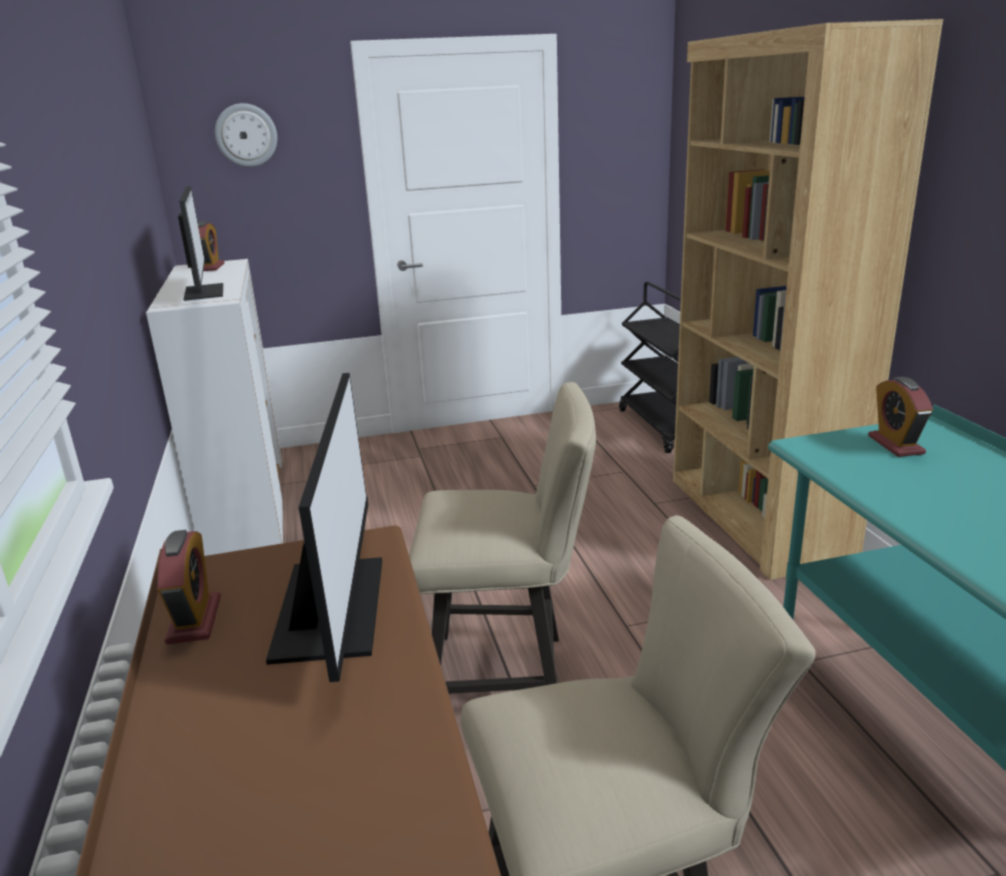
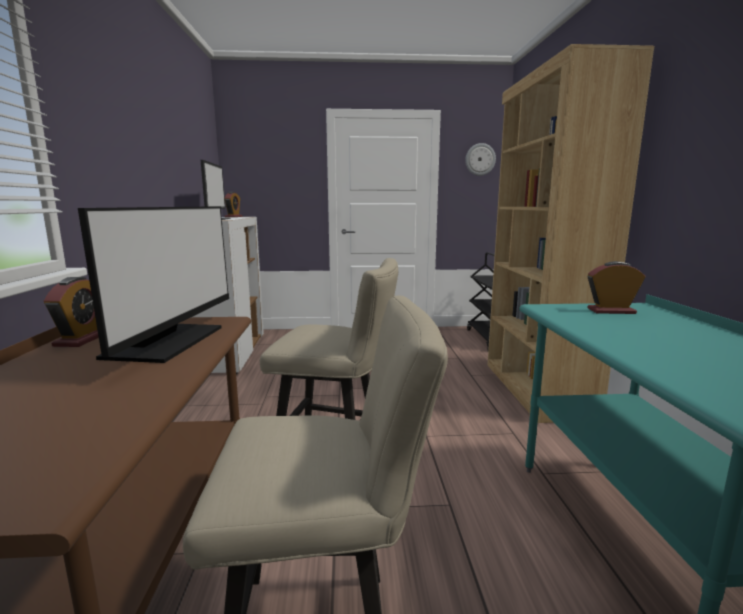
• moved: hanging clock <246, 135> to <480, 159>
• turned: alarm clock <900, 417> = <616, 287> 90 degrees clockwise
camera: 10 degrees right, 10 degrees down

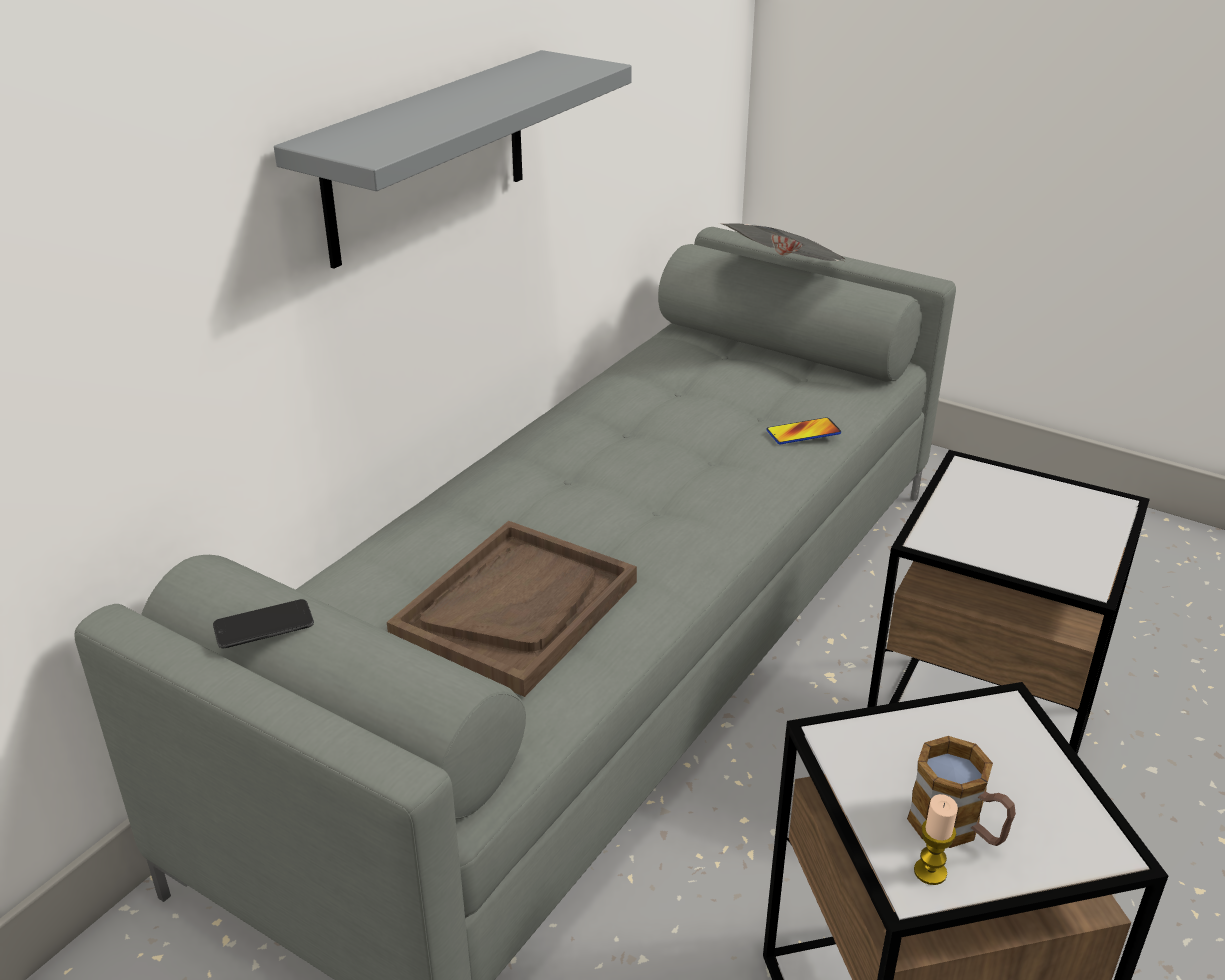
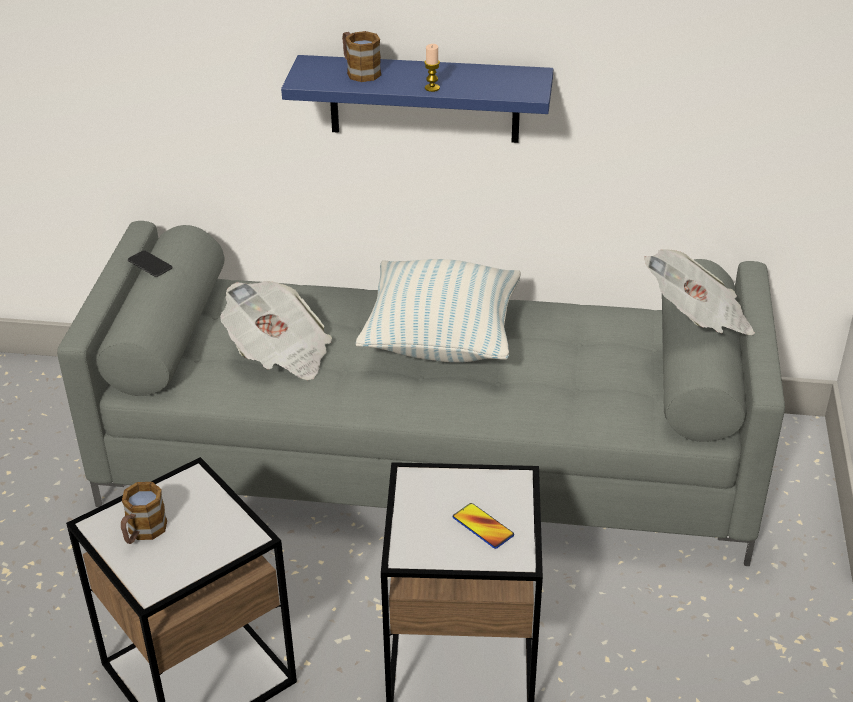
• recoloured: wall shelf in grey <453, 159> to wall shelf in blue <417, 99>
• replaced: serving tray in brownish <512, 609> to printed paper <276, 330>
• moved: telephone <803, 430> to <483, 526>
• moved: candle <936, 839> to <432, 68>
• added: mug <361, 56>
• added: throw pillow <438, 311>
camera: 65 degrees right, 5 degrees up

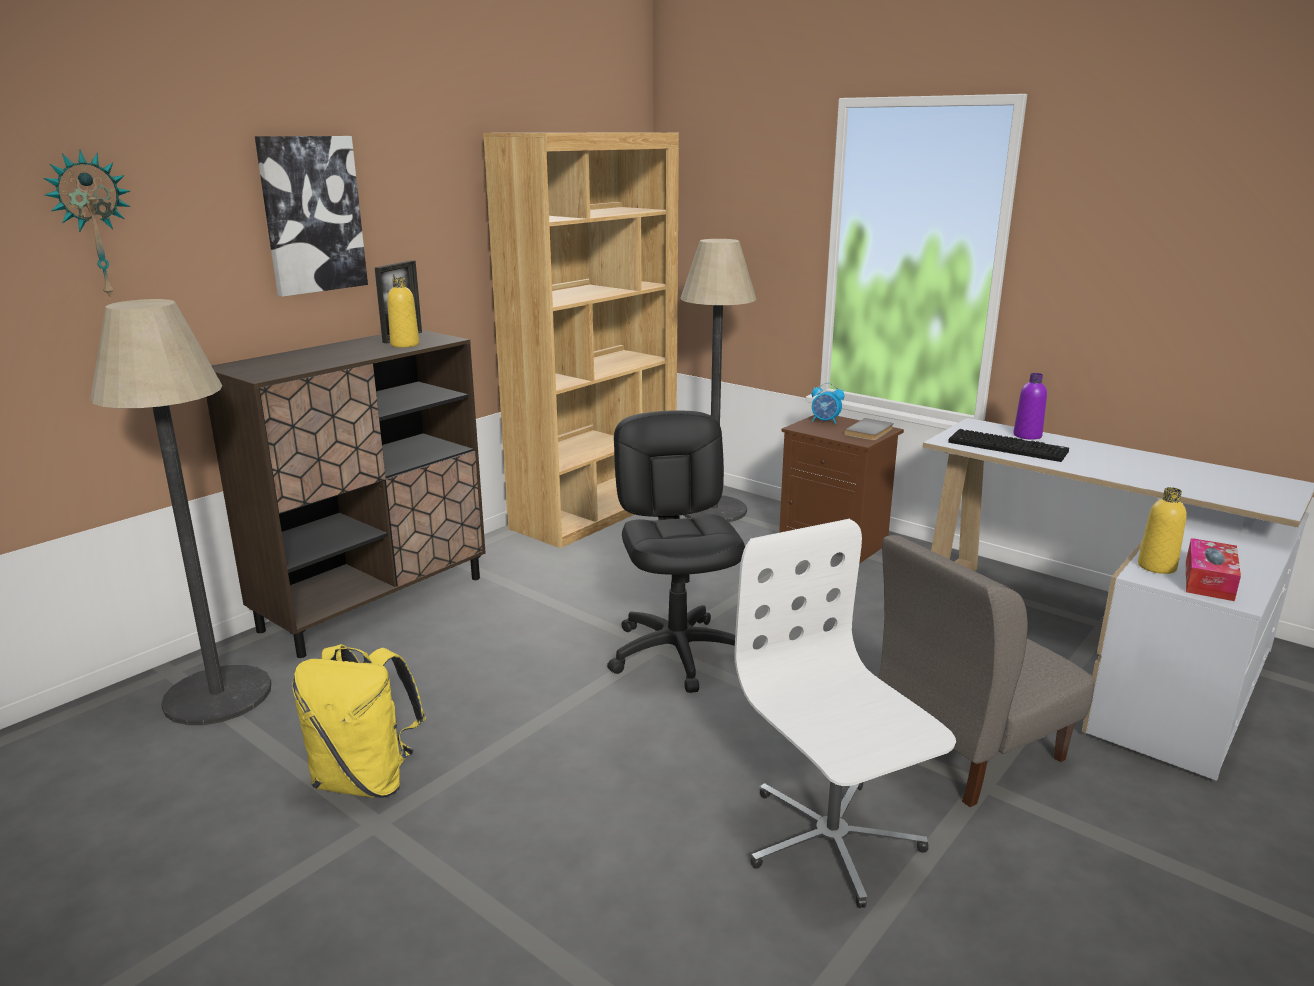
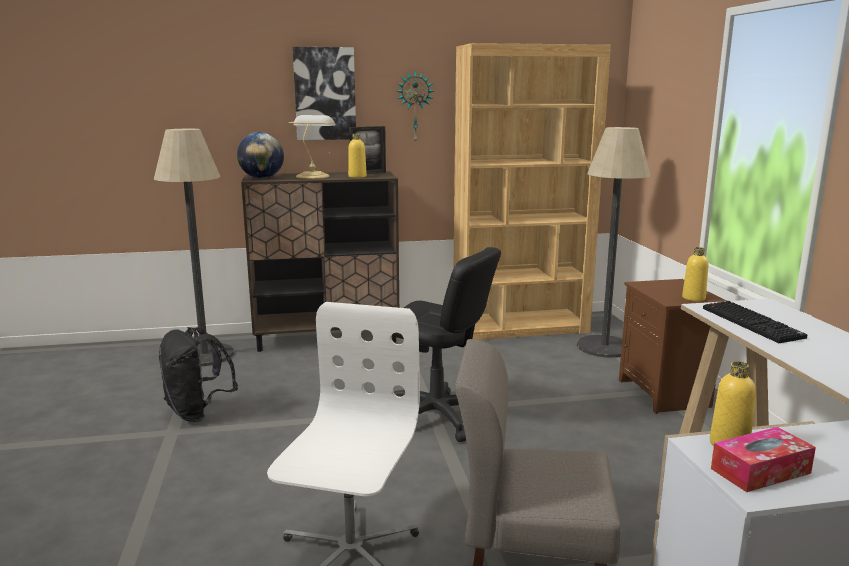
• moved: hanging clock <87, 224> to <415, 107>
• recoloured: rucksack in yellowish <359, 721> to rucksack in black <198, 374>
• turned: computer chair in black <676, 551> = <446, 344> 90 degrees clockwise
• removed: alarm clock <828, 403>
• replaced: bound book in grey <869, 429> to bottle in yellowish <695, 274>
• removed: bottle in purple <1030, 406>
• added: globe <260, 155>
• added: lamp for a table <312, 147>
camera: 40 degrees right, 5 degrees down

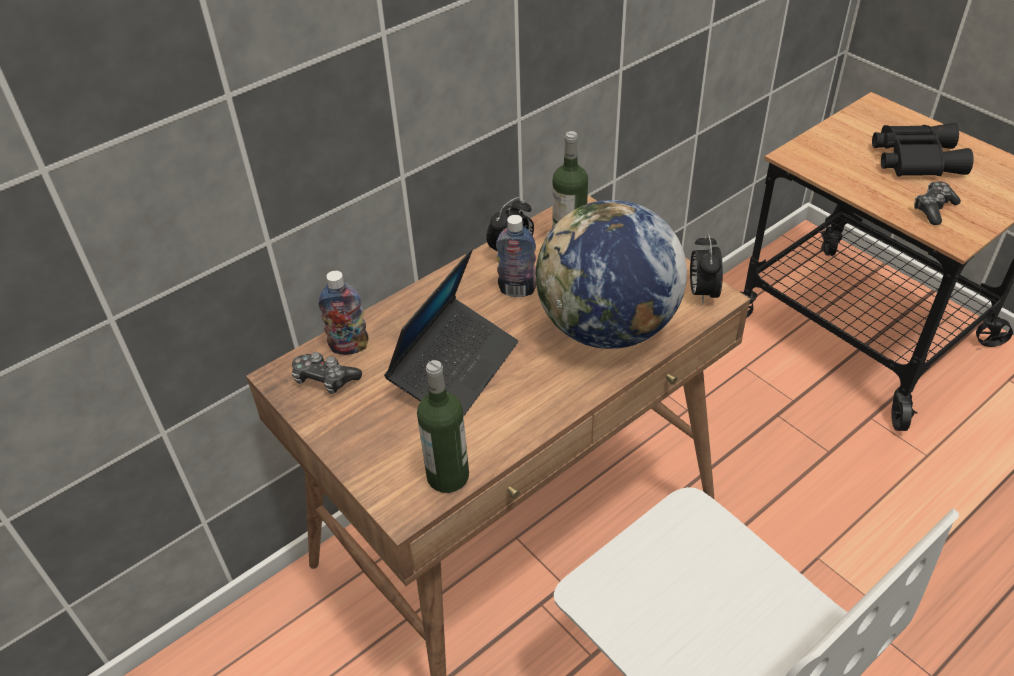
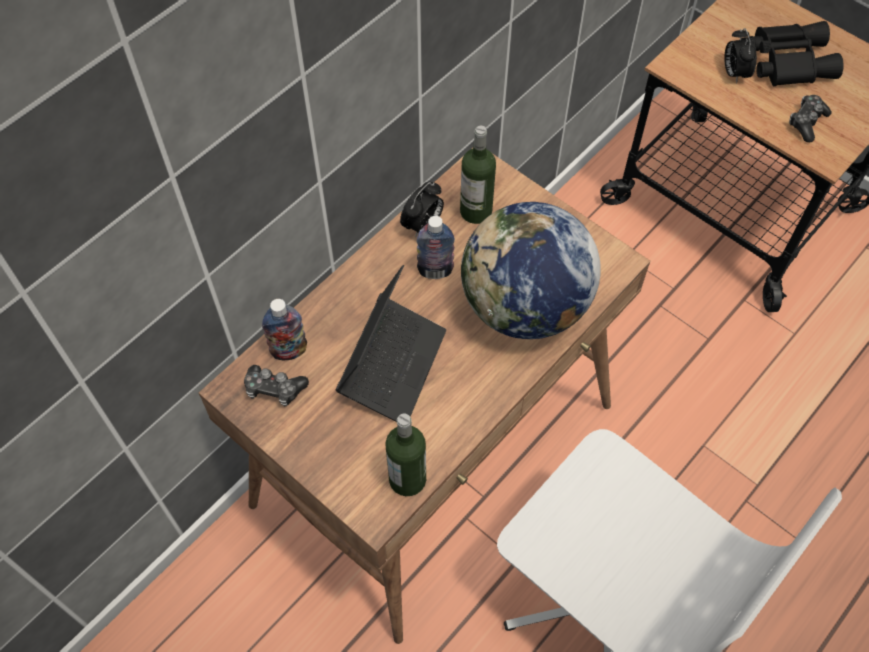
• moved: alarm clock <706, 269> to <740, 56>
camera: 10 degrees left, 15 degrees up

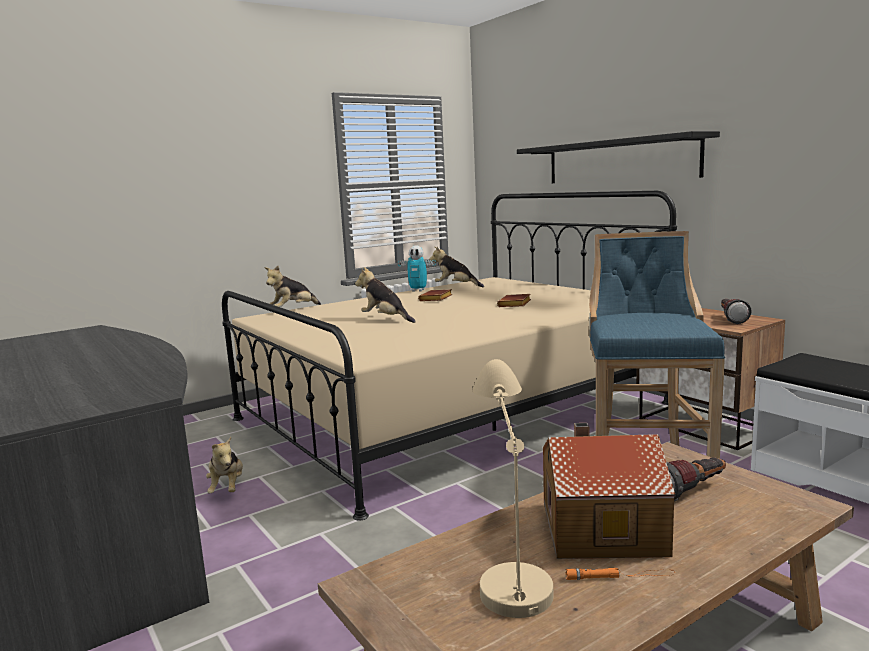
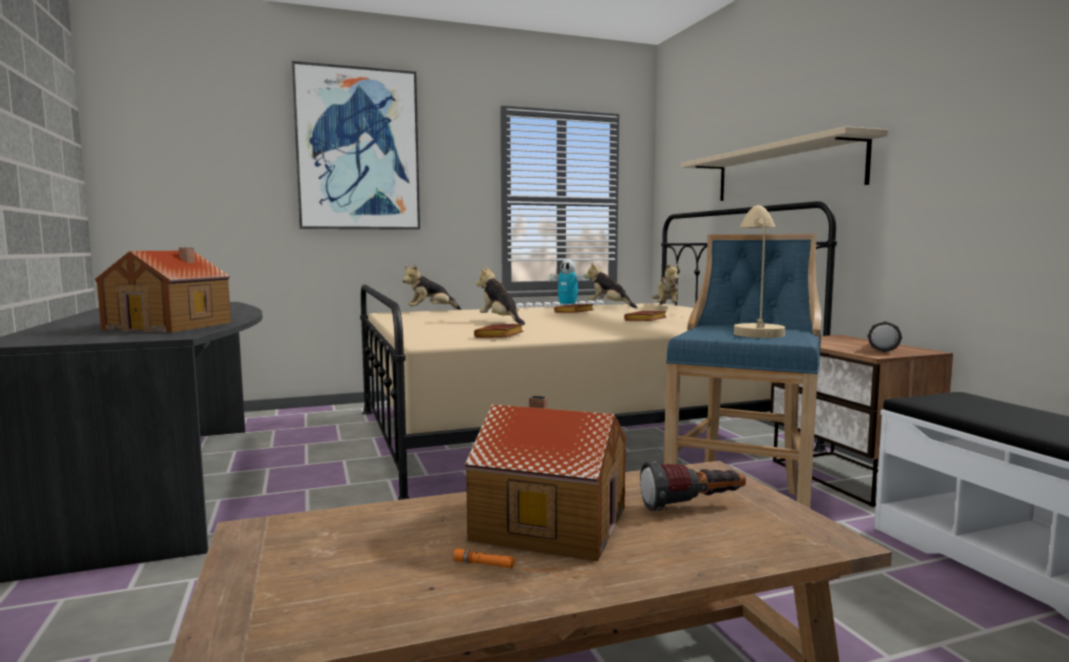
• moved: soft toy <224, 465> to <665, 283>
• moved: lamp for a table in sand-coloured <512, 488> to <759, 271>
• recoloured: wall shelf in black <618, 157> to wall shelf in sand-coloured <784, 163>
• added: miniature house <163, 290>
• added: wall art <356, 145>
• added: bound book in brownish <499, 331>
camera: 15 degrees right, 5 degrees down

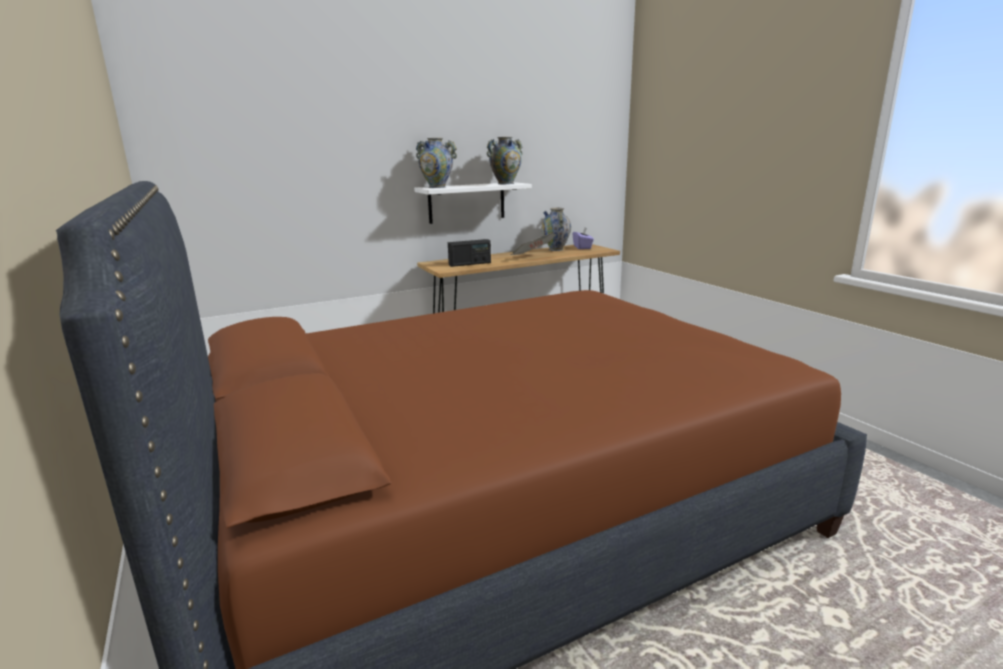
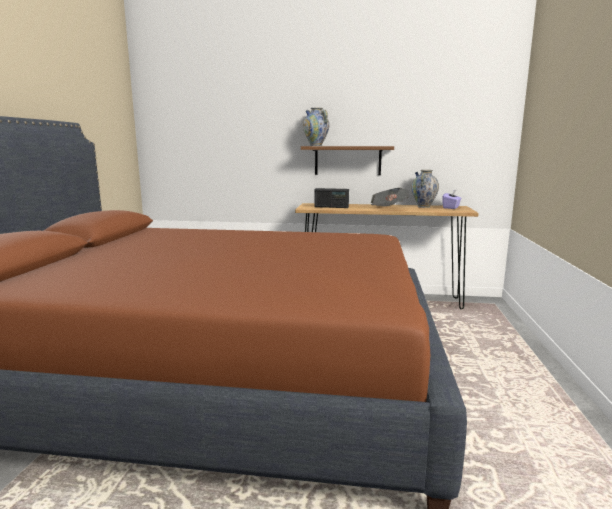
• recoloured: wall shelf in white-coloured <473, 203> to wall shelf in brownish <347, 160>
• removed: flower vase <504, 160>
camera: 35 degrees right, 5 degrees down

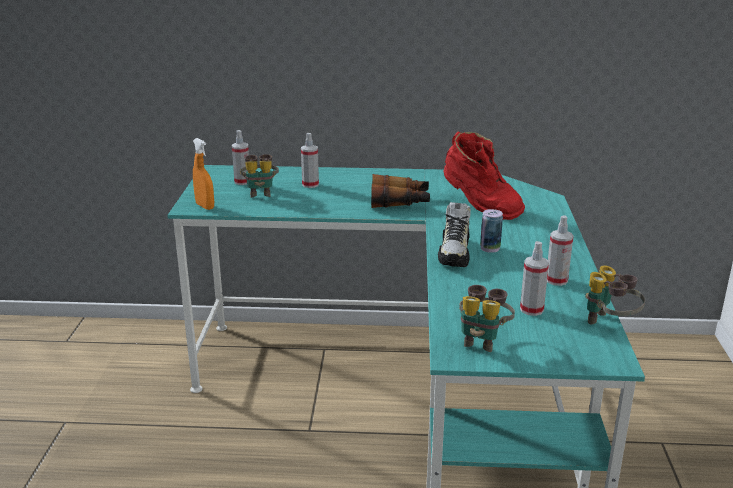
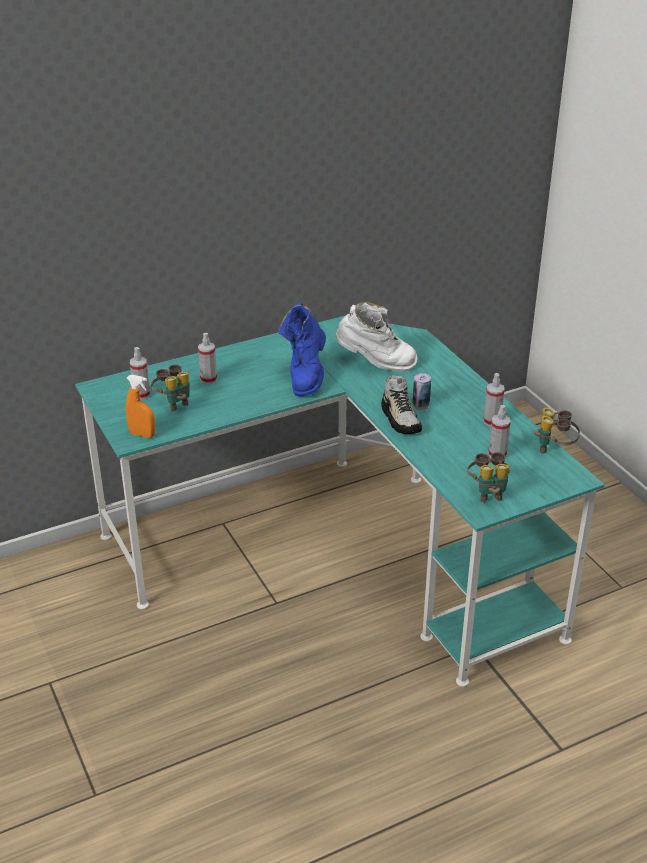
• replaced: field glasses <400, 191> to boot in blue <302, 349>
• recoloured: boot in reddish <484, 175> to boot in white-coloured <376, 337>
camera: 30 degrees left, 10 degrees up

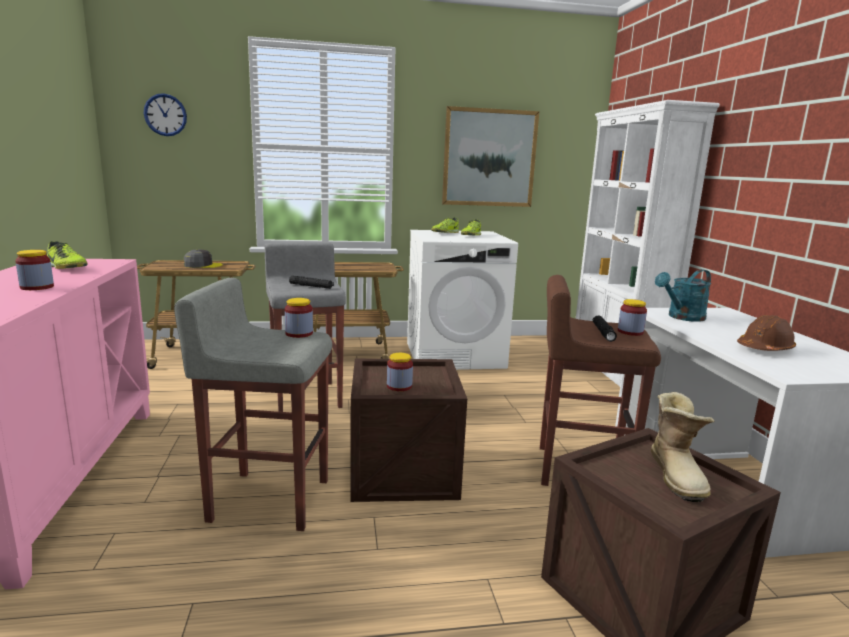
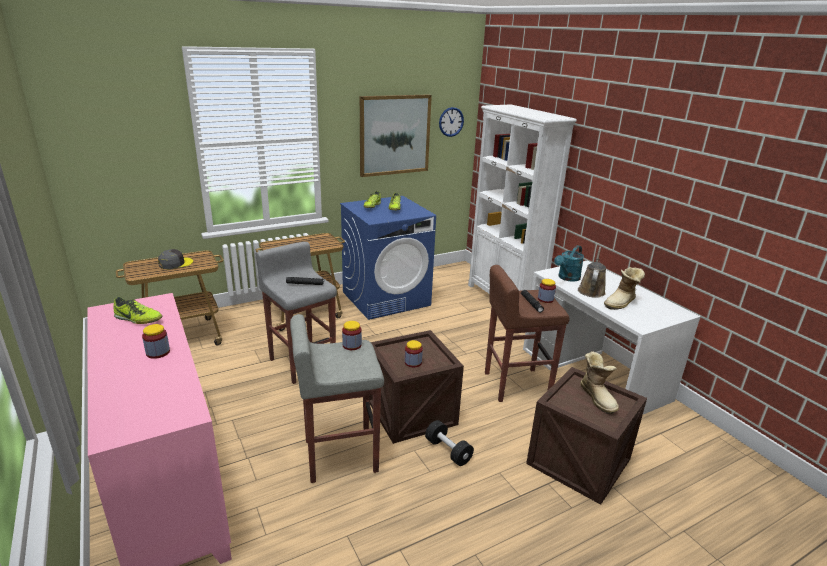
• moved: hanging clock <165, 114> to <451, 122>
• recoloured: washing machine in white-coloured <462, 300> to washing machine in blue <388, 258>
• replaced: work helmet in brownish <767, 333> to boot <624, 288>
• added: dumbbell in black <449, 443>
• added: watering can in brownish <592, 272>
camera: 20 degrees left, 10 degrees up

